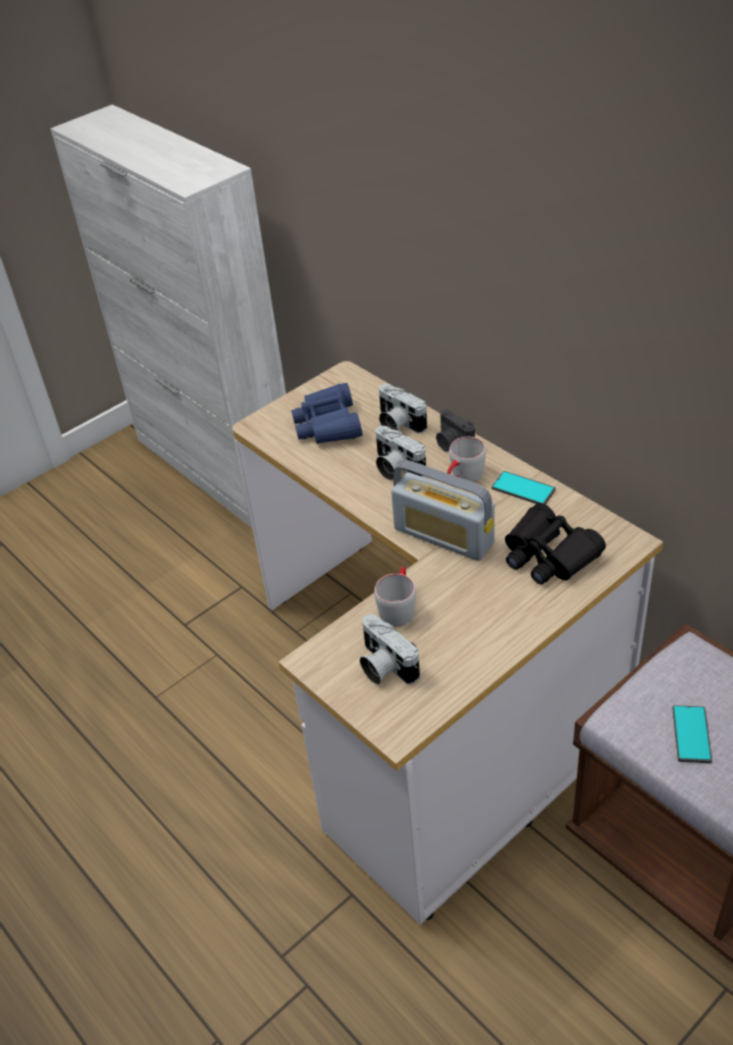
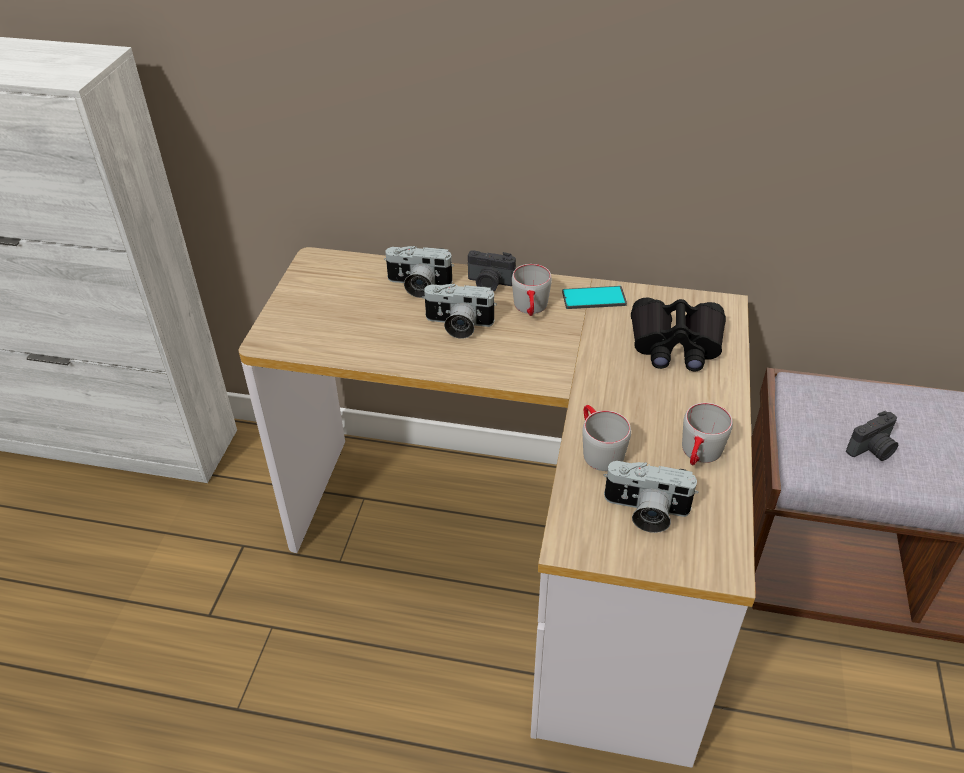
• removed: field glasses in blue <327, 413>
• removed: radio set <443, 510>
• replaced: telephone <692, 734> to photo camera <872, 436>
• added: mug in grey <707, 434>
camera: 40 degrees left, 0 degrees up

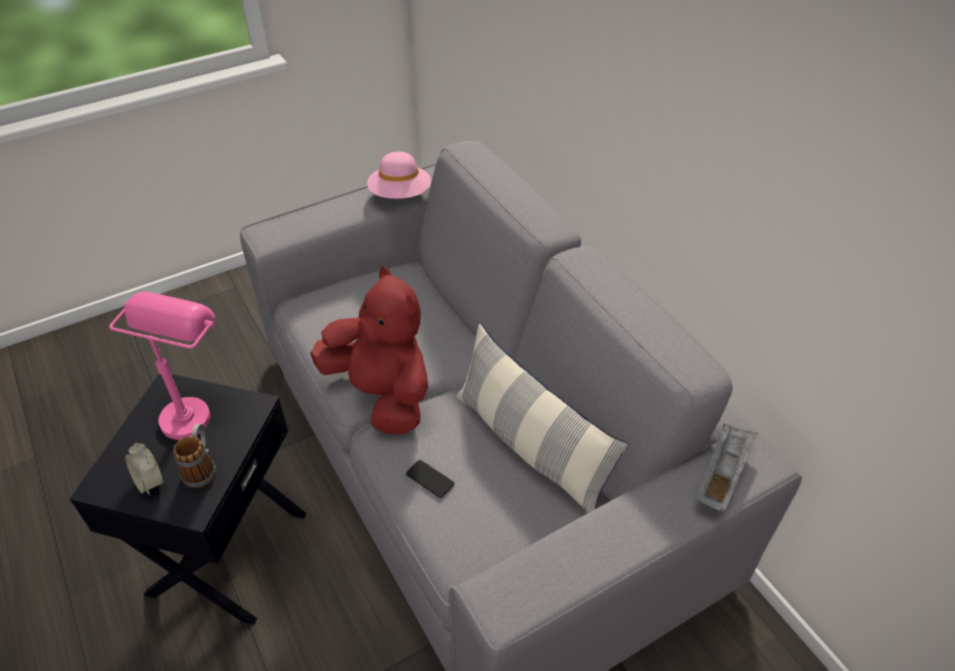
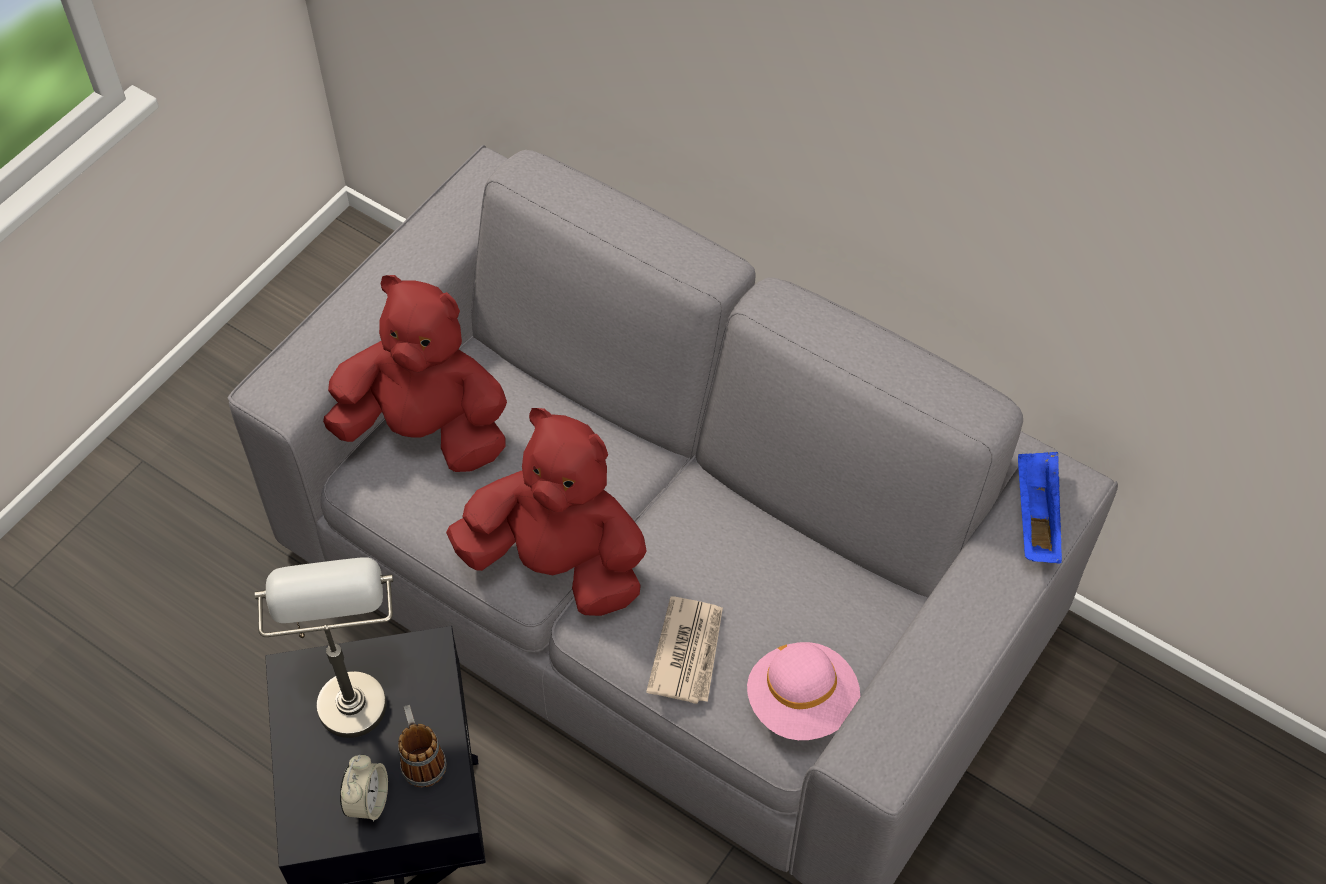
• recoloured: lamp for a table in pink <162, 366> to lamp for a table in grey <324, 647>
• turned: alarm clock <144, 469> = <364, 788> 105 degrees counterclockwise
• moved: hat in pink <399, 175> to <803, 691>
• replaced: telephone <430, 479> to printed paper <684, 650>
• removed: throw pillow <542, 418>
• recoloured: serving tray in grey <726, 467> to serving tray in blue <1040, 507>
• added: soft toy in reddish <415, 373>
camera: 25 degrees left, 10 degrees up

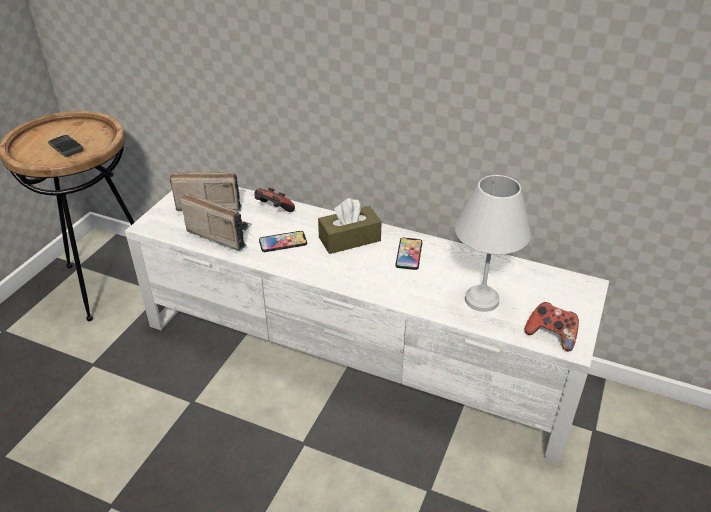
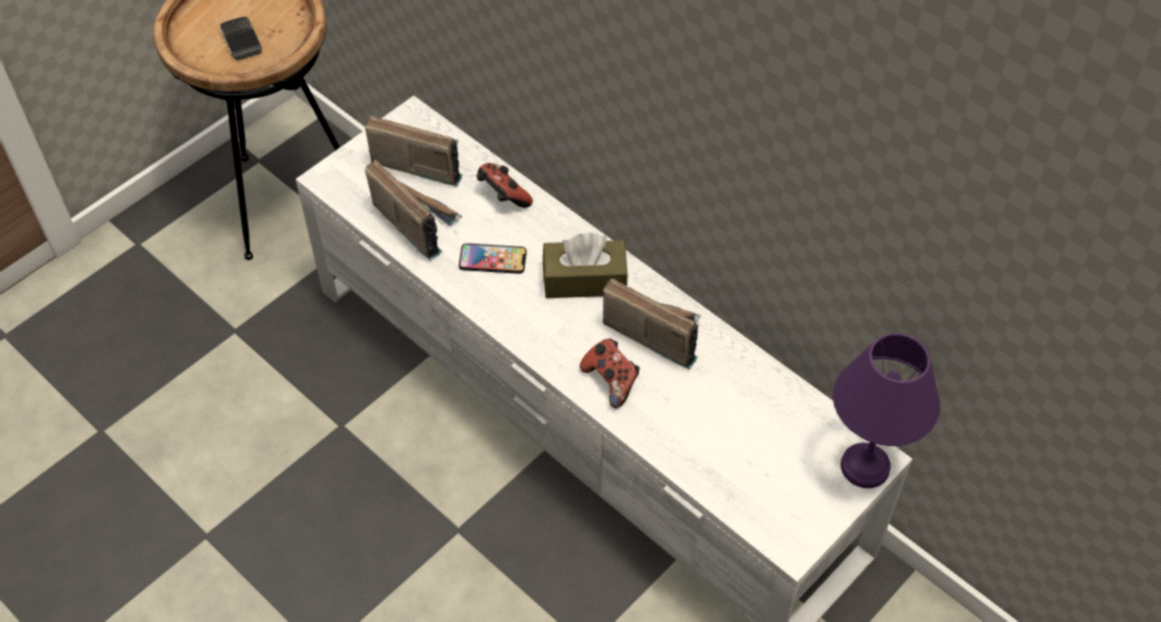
• replaced: telephone <408, 254> to radio set <652, 324>
• removed: lamp for a table in white-coloured <493, 243>
• moved: joypad <552, 327> to <610, 373>
• added: lamp for a table in purple <886, 410>
camera: 20 degrees right, 15 degrees up

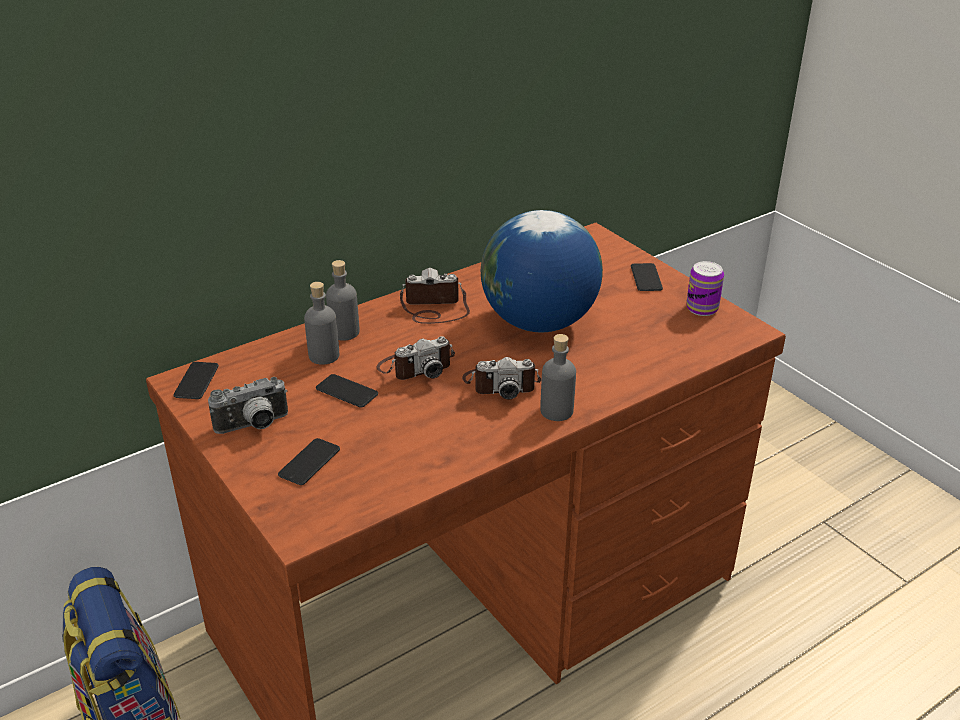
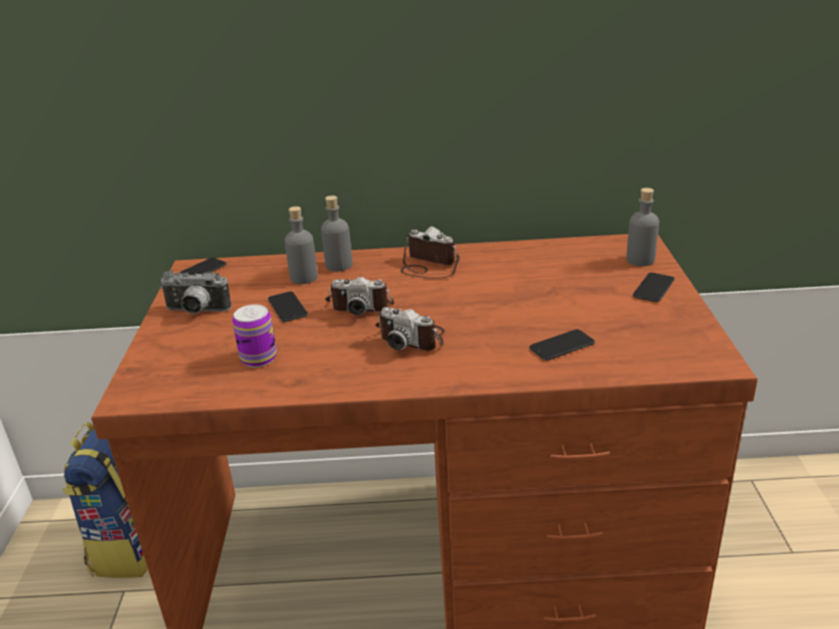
• moved: telephone <309, 461> to <562, 345>
• removed: globe <542, 271>
• moved: bottle in grey <558, 377> to <642, 227>
• moved: can <705, 288> to <254, 335>
camera: 35 degrees right, 5 degrees down

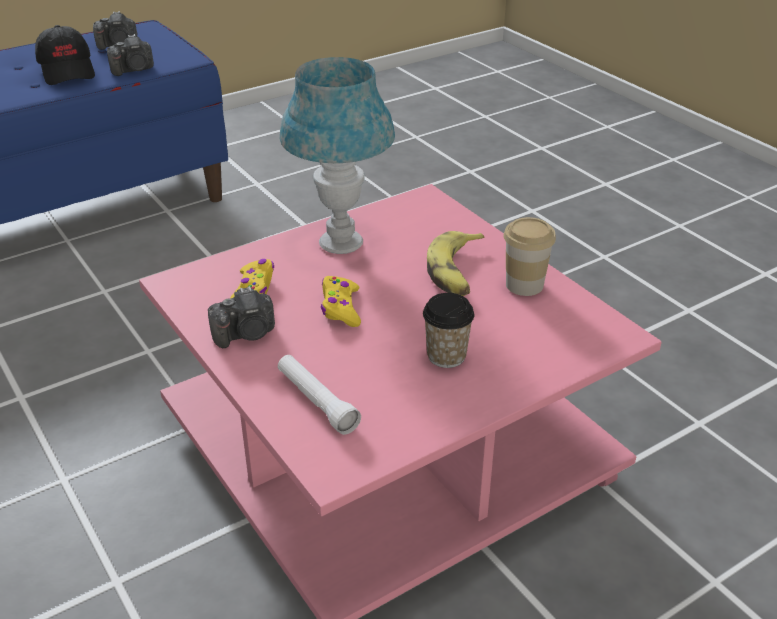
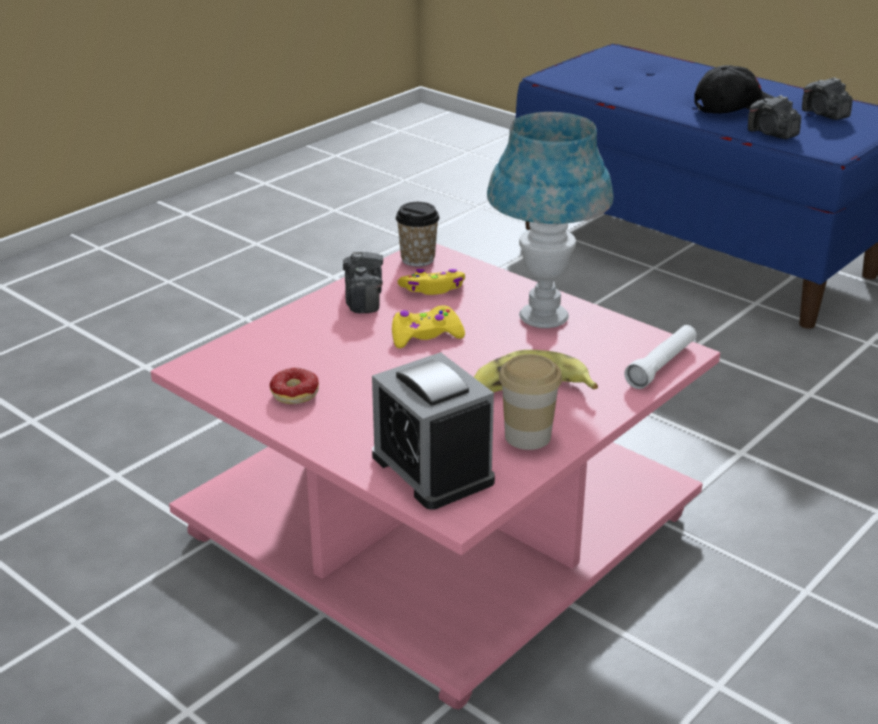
• turned: peaked cap in black <65, 55> = <734, 89> 150 degrees counterclockwise
• turned: photo camera <241, 317> = <363, 282> 150 degrees counterclockwise
• moved: hand torch in white-coloured <319, 395> to <660, 357>
• moved: cup <448, 330> to <418, 234>
• added: ring doughnut <281, 386>
• added: alarm clock <433, 431>
camera: 75 degrees right, 5 degrees down

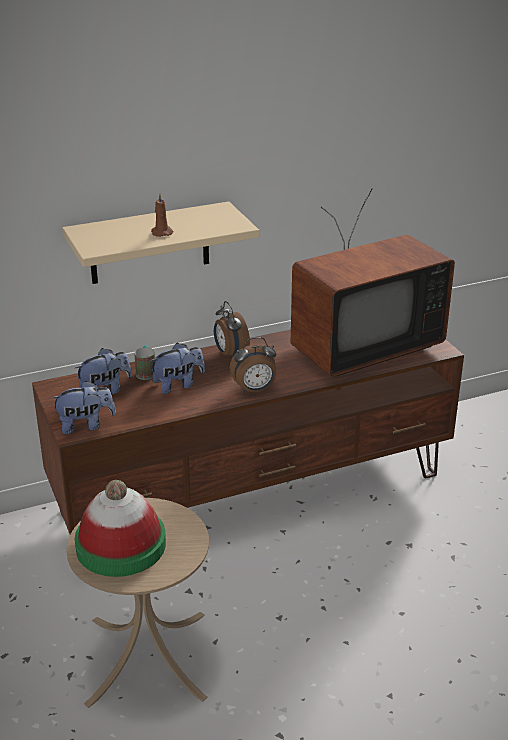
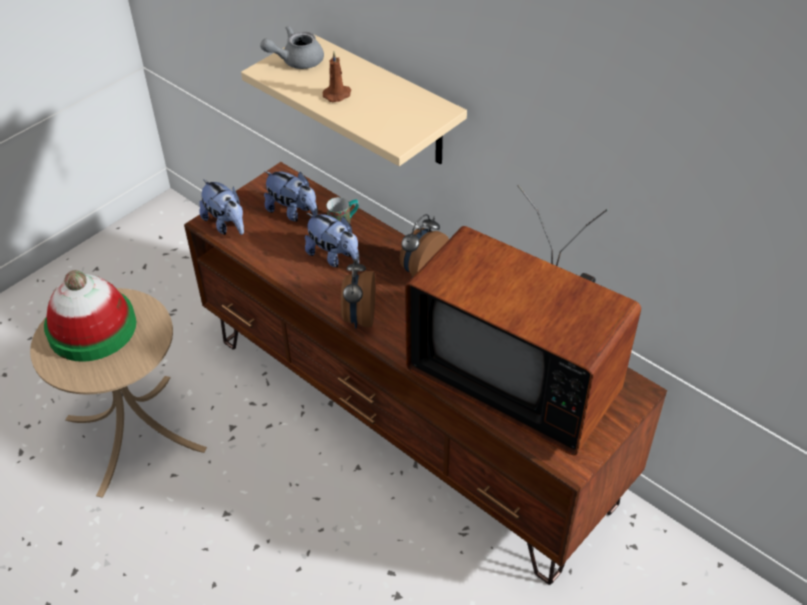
• turned: alarm clock <253, 365> = <358, 294> 45 degrees clockwise
• added: tea pot in grey <292, 47>
camera: 65 degrees right, 15 degrees up

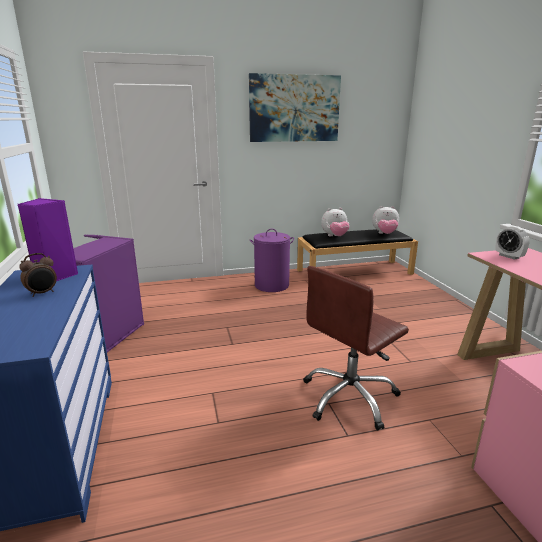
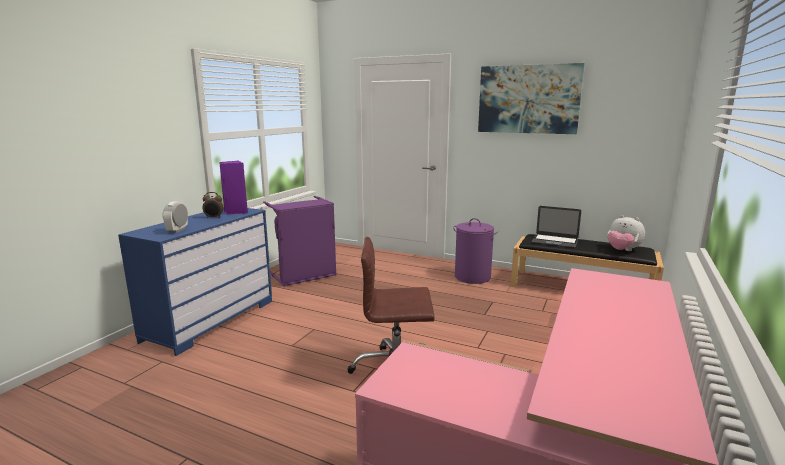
• replaced: soft toy <335, 222> to notebook computer <556, 227>
• moved: alarm clock <512, 243> to <175, 217>
camera: 40 degrees right, 5 degrees down

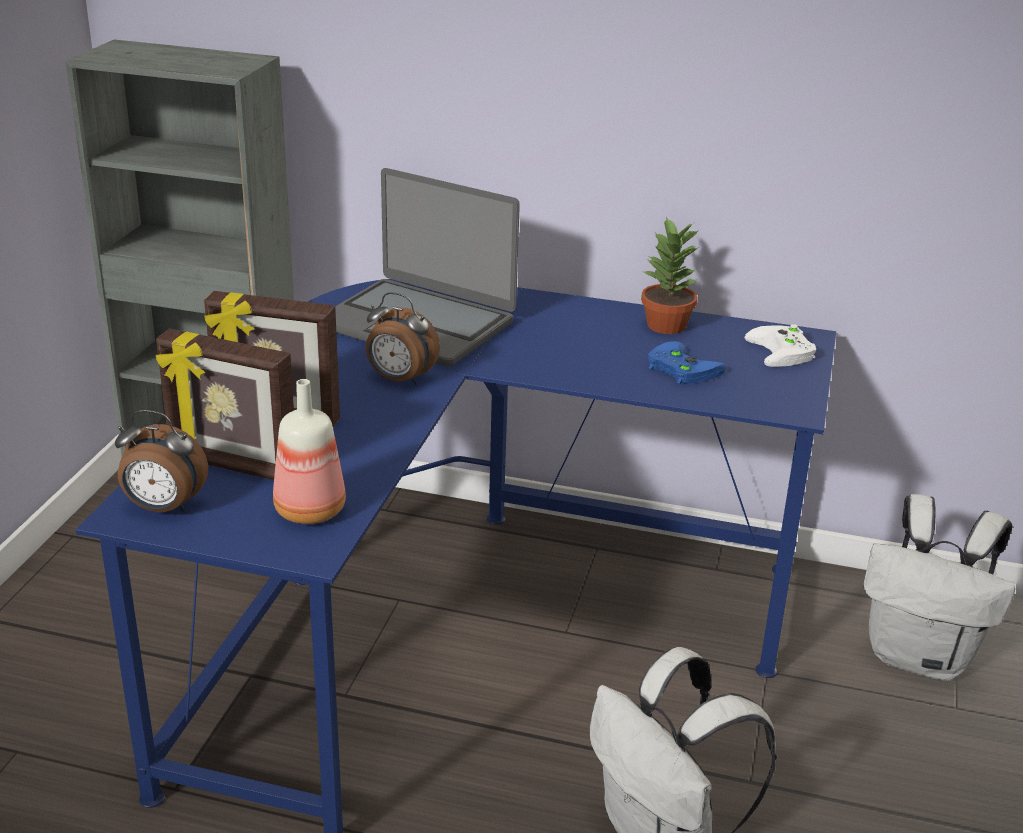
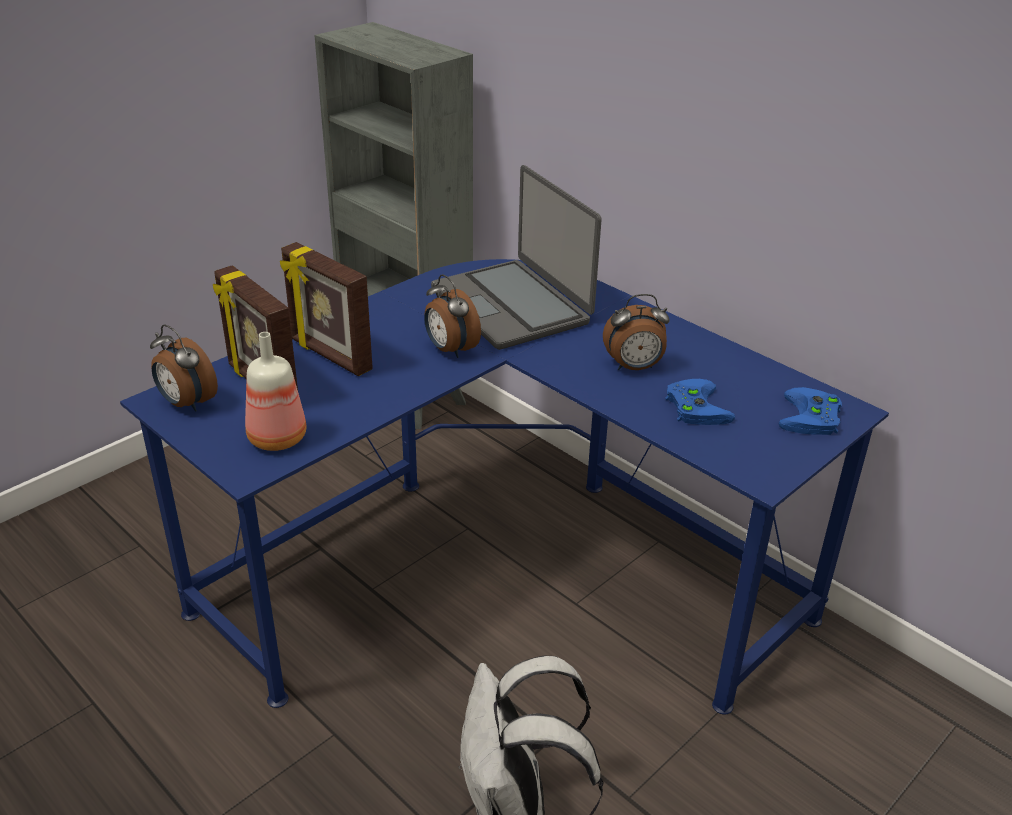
• removed: potted plant <670, 275>
• recoloured: joypad in white-coloured <780, 345> to joypad in blue <810, 411>
• removed: rucksack in white-coloured <939, 587>
• added: alarm clock <636, 332>
camera: 30 degrees right, 5 degrees up

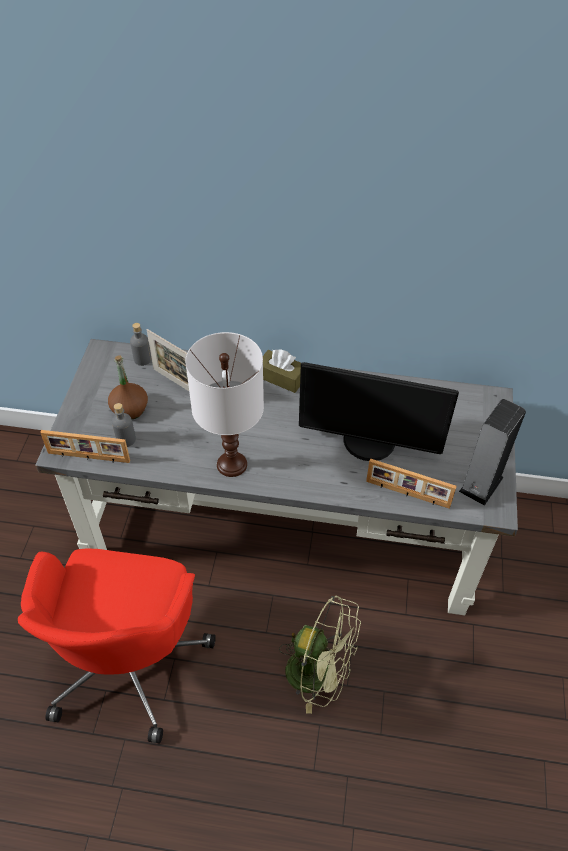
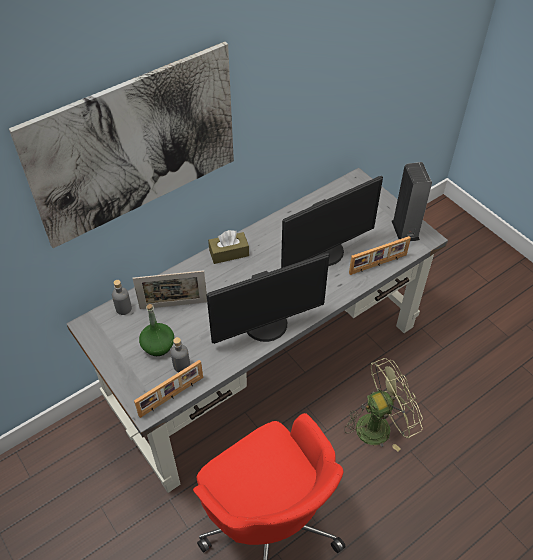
• recoloured: bottle in brownish <128, 387> to bottle in green-coloured <156, 330>
• replaced: lamp for a table in white-coloured <224, 404> to computer display <268, 298>
• added: wall art <121, 145>
camera: 45 degrees left, 0 degrees up

